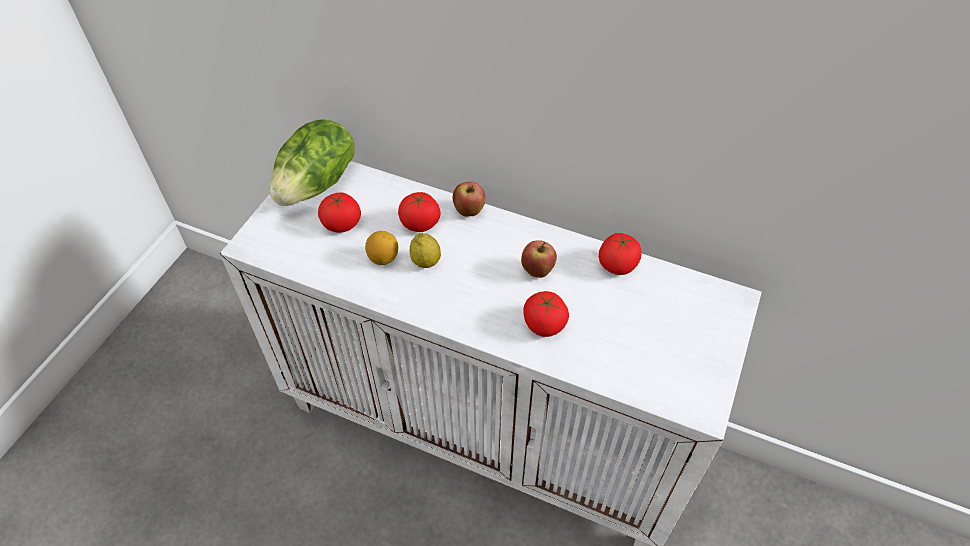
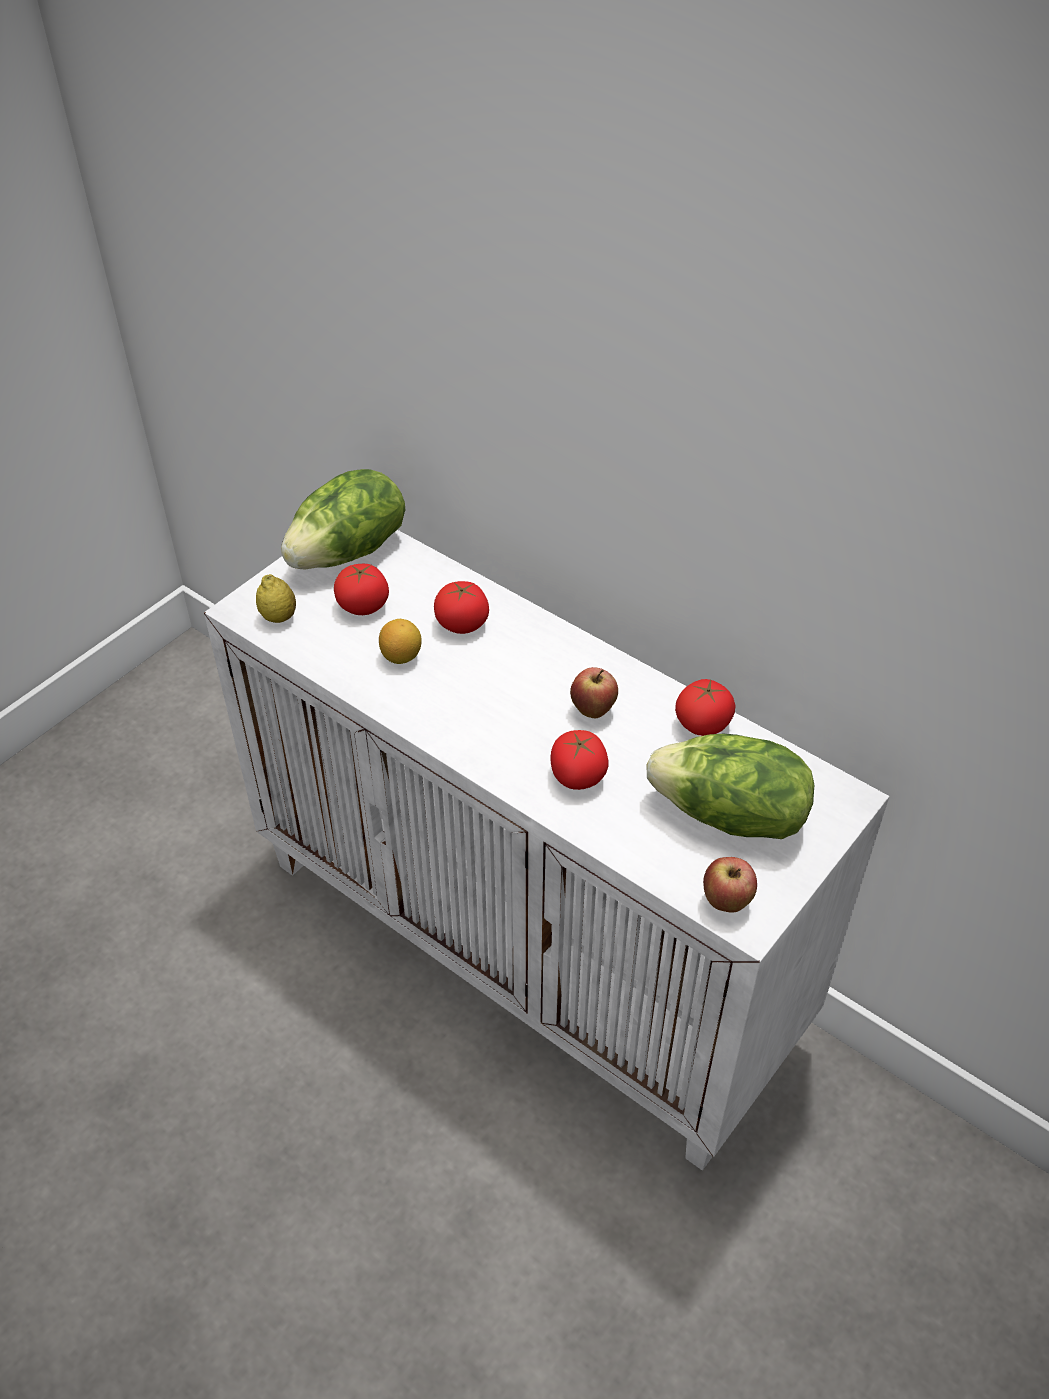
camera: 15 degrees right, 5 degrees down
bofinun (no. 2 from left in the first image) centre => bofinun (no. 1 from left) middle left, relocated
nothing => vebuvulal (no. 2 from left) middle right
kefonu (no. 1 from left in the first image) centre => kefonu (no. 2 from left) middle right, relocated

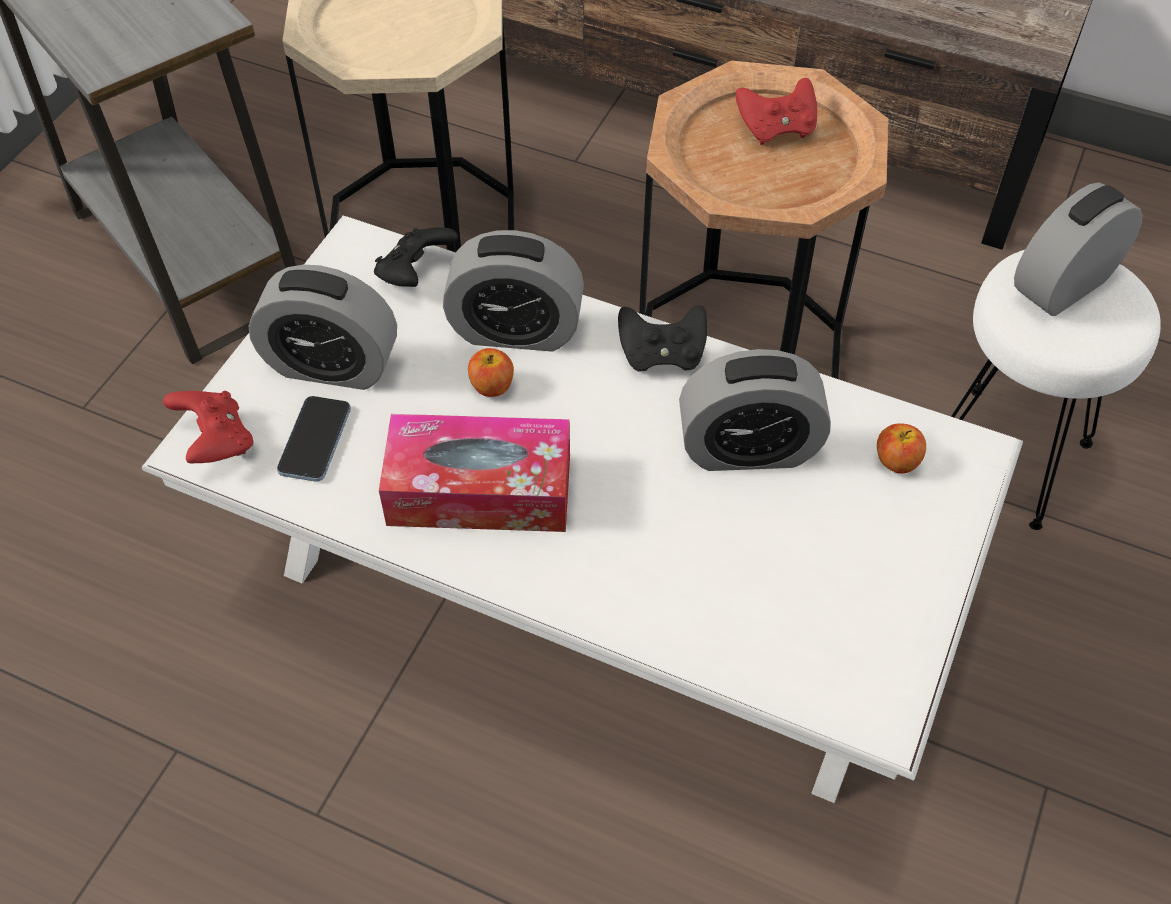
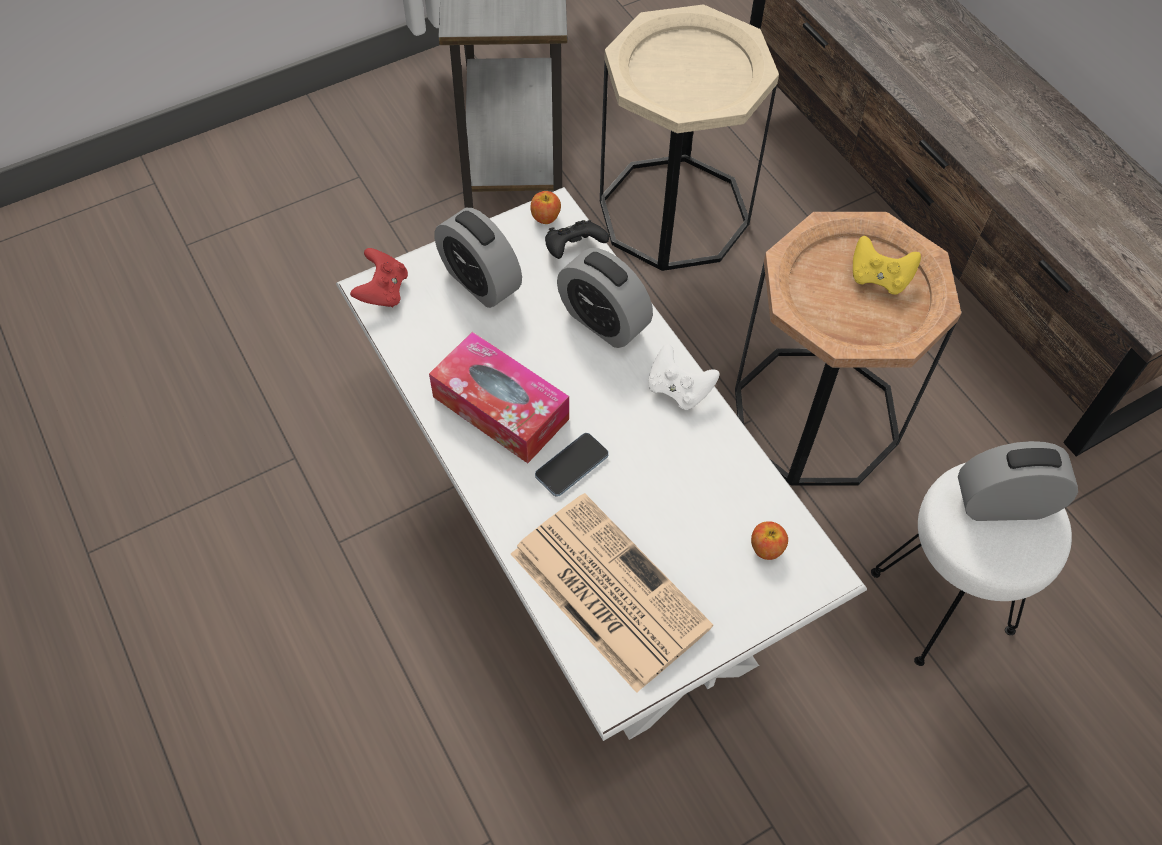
camera: 35 degrees right, 5 degrees up
nothing => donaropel bottom centre
kefonu (no. 1 from left) centre => kefonu (no. 1 from left) top centre, relocated
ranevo middle left => ranevo centre, relocated
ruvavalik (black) (no. 2 from left) centre => ruvavalik (white) centre
ruvavalik (red) (no. 2 from left) top centre => ruvavalik (yellow) top right
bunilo (no. 3 from left) centre => nothing

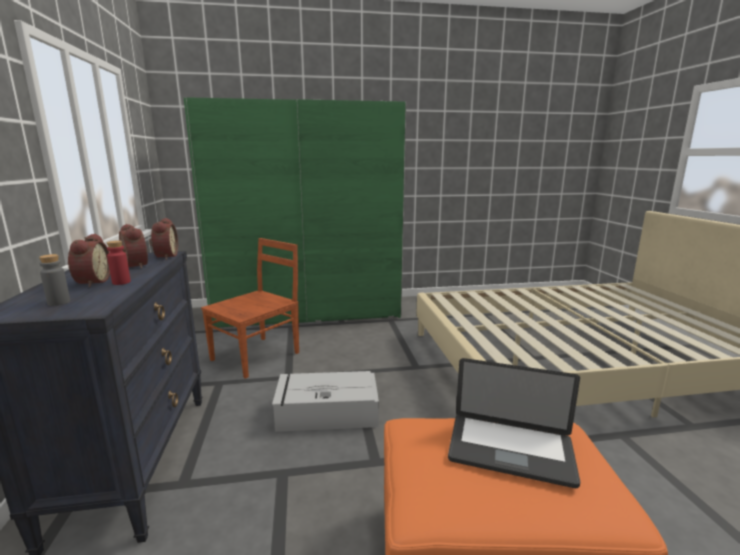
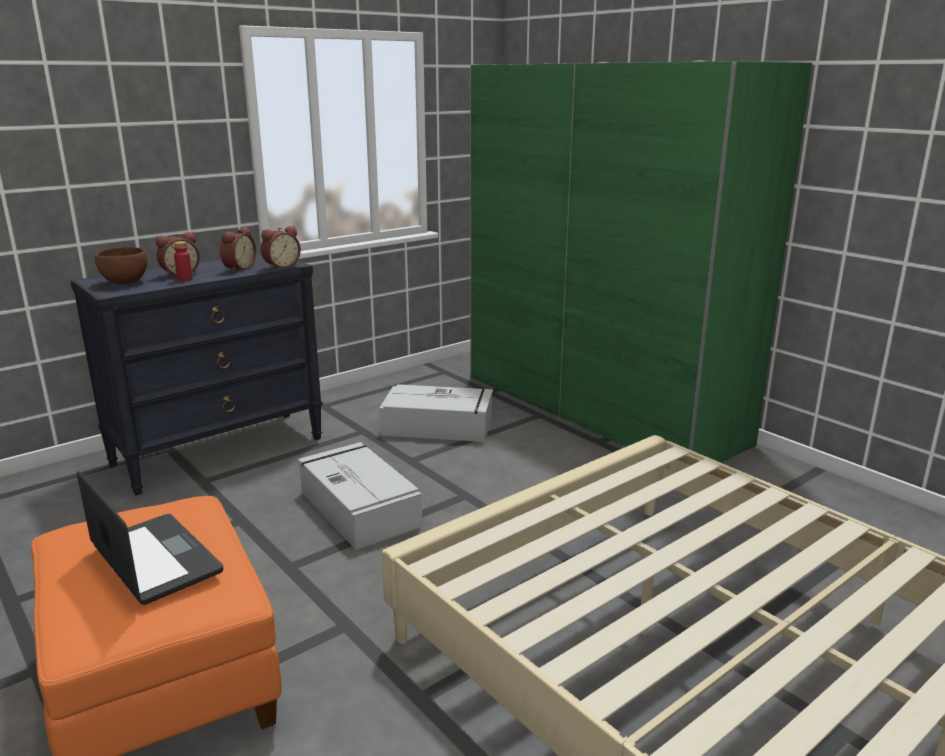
camera: 60 degrees right, 5 degrees up
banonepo bottom right => banonepo bottom left, 150 degrees clockwise
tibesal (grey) middle left => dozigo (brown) middle left
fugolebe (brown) centre => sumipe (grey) (no. 2 from left) centre

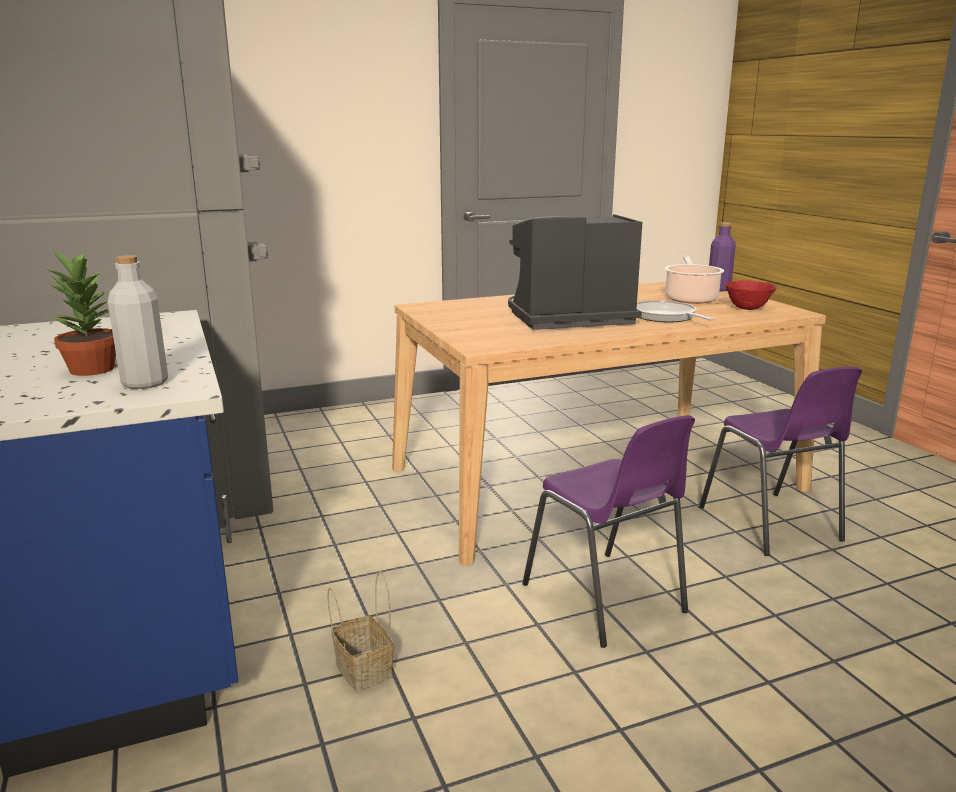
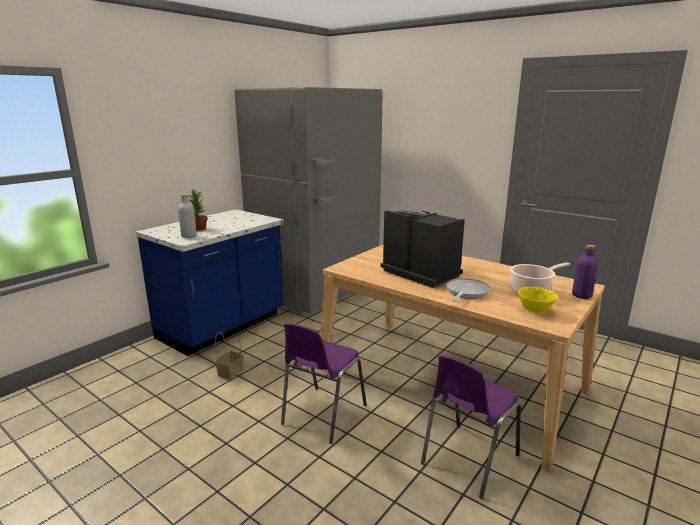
camera: 60 degrees right, 0 degrees up
dozigo (red) middle right => dozigo (yellow) middle right

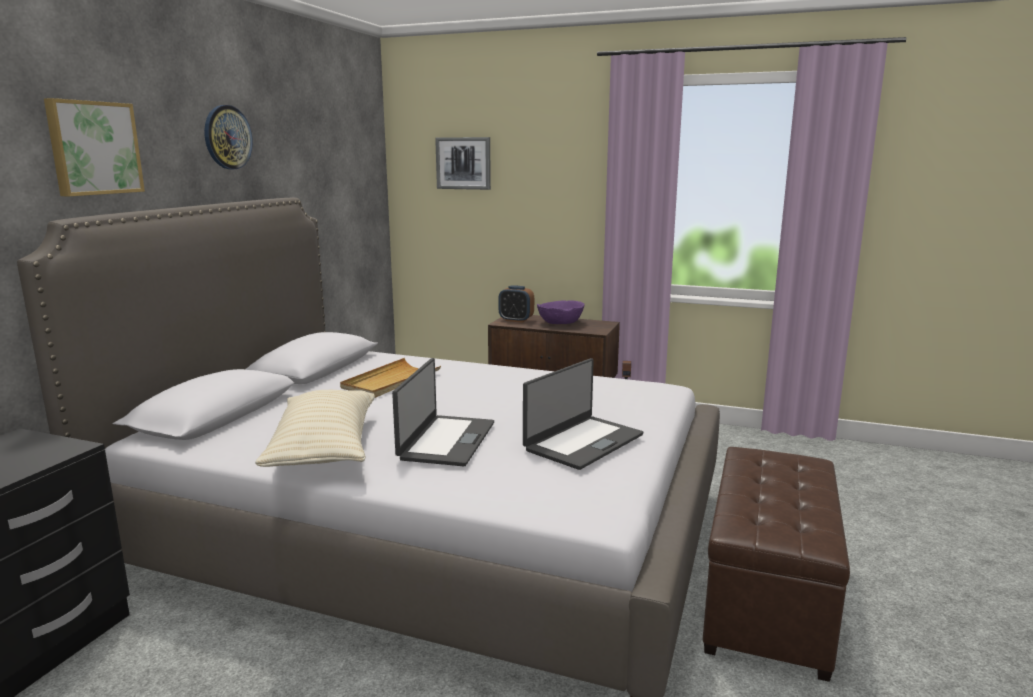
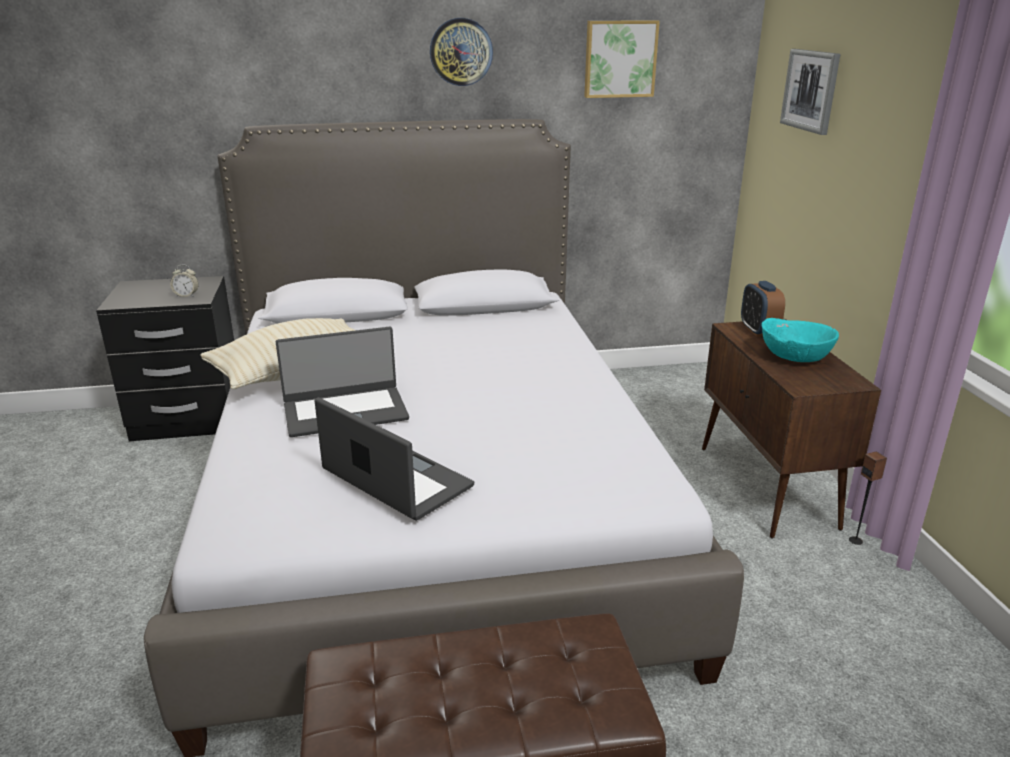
camera: 60 degrees right, 10 degrees up
nothing => bunilo (no. 1 from left) middle left
banonepo (no. 2 from left) centre, 150 degrees counterclockwise
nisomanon (no. 1 from left) top left => nisomanon (no. 1 from left) top centre, relocated
dozigo (purple) centre => dozigo (turquoise) middle right
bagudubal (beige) centre => nothing

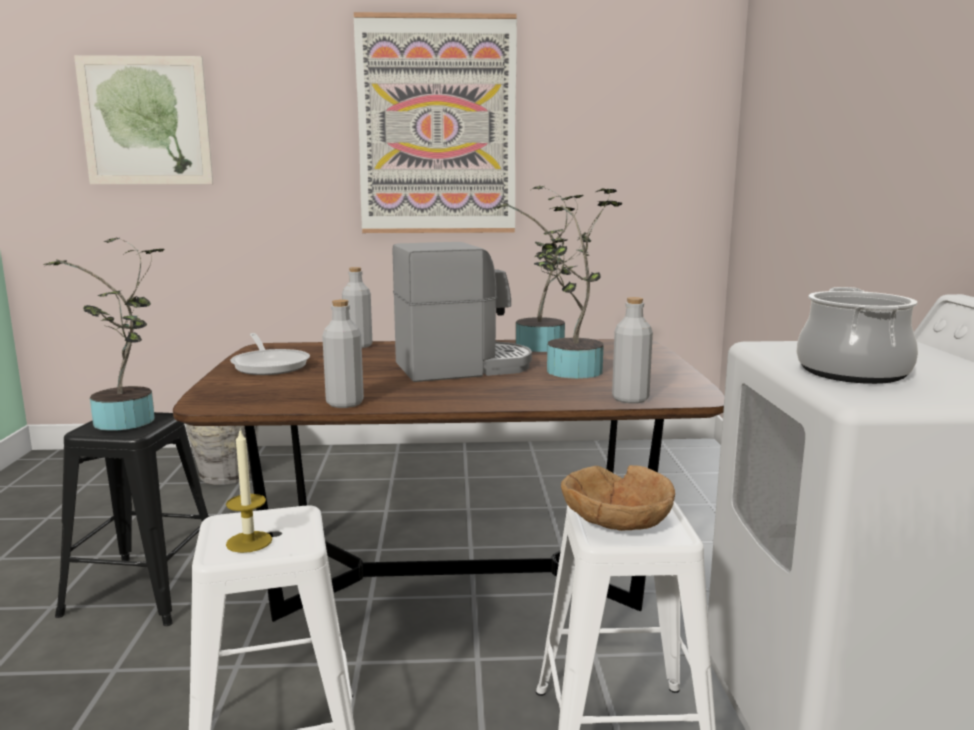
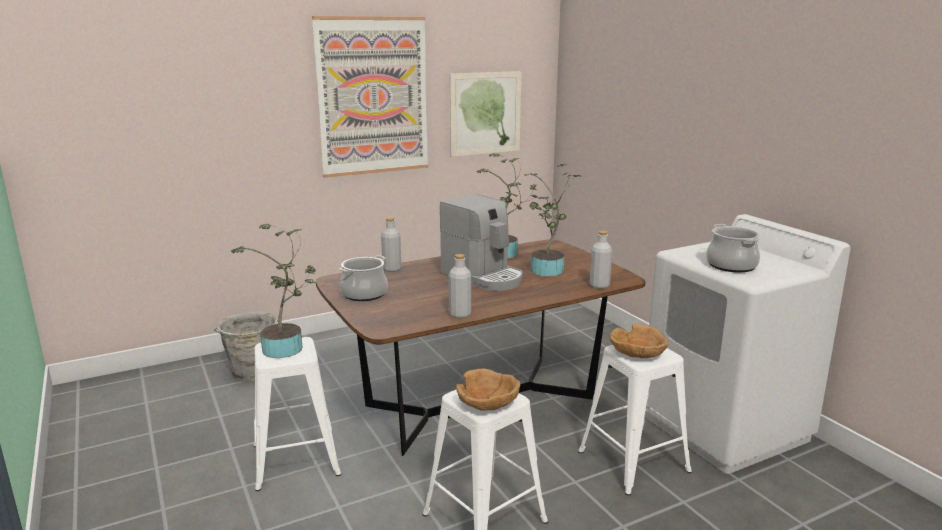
camera: 25 degrees left, 5 degrees up
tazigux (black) bottom left => tazigux (white) (no. 1 from left) bottom left
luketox middle left => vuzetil (no. 1 from left) centre
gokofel centre, 90 degrees clockwise
nisomanon (no. 1 from left in the first image) top left => nisomanon (no. 2 from left) top centre, relocated
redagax bottom left => dozigo (brown) (no. 1 from left) bottom centre

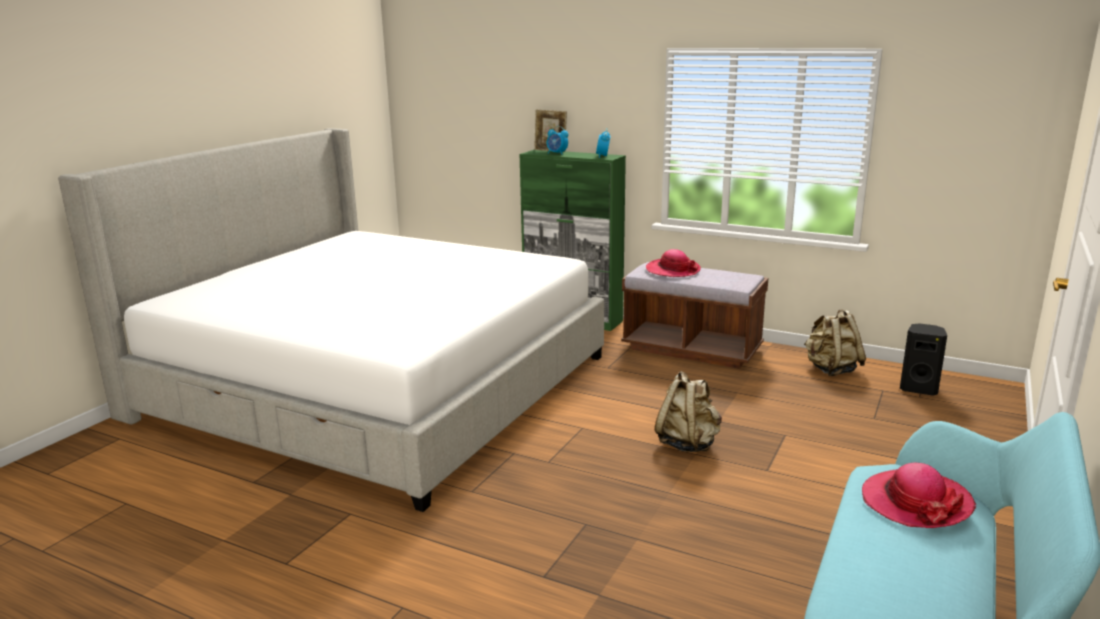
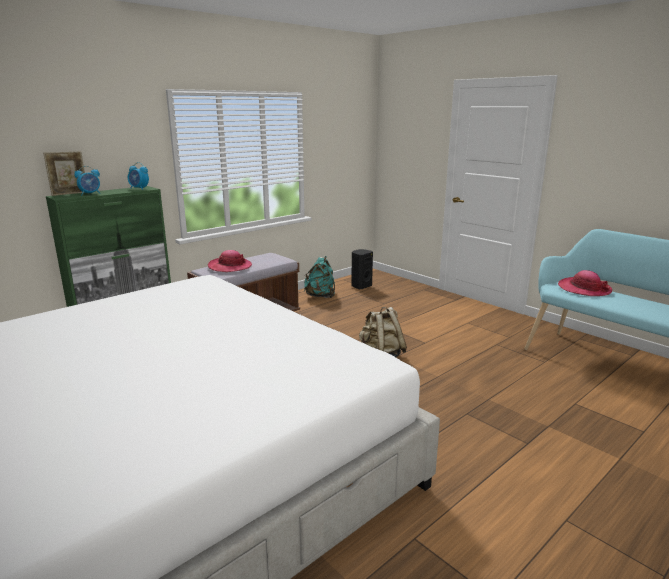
camera: 70 degrees left, 0 degrees up
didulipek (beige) (no. 2 from left) middle right => didulipek (turquoise) centre

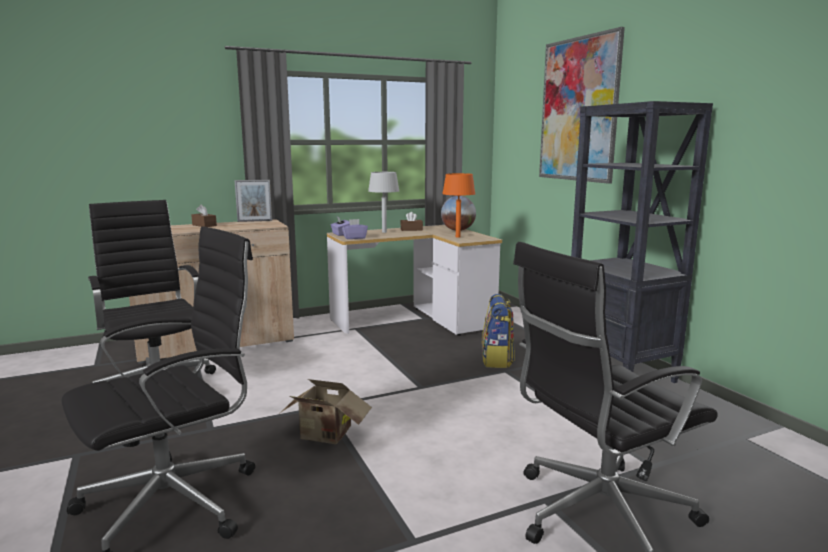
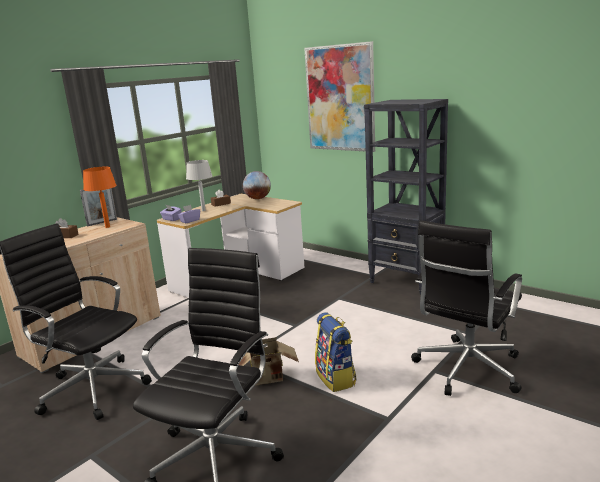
camera: 25 degrees left, 5 degrees up
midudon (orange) centre => midudon (orange) middle left, relocated
didulipek centre => didulipek bottom centre, relocated

